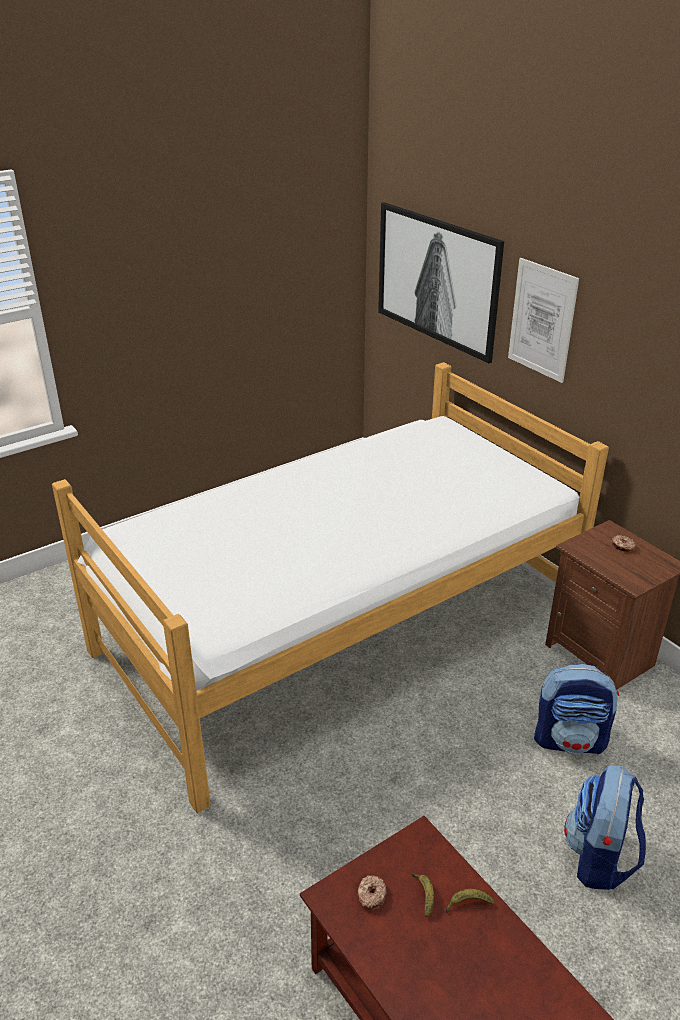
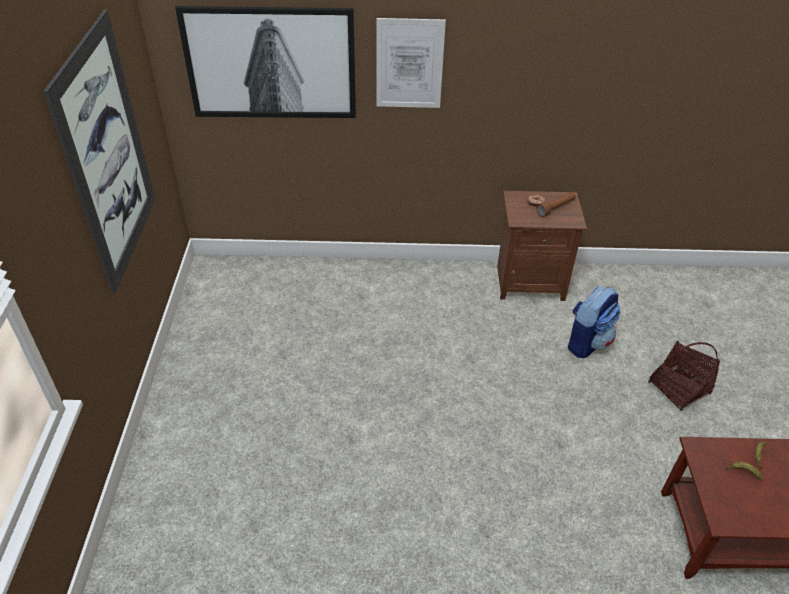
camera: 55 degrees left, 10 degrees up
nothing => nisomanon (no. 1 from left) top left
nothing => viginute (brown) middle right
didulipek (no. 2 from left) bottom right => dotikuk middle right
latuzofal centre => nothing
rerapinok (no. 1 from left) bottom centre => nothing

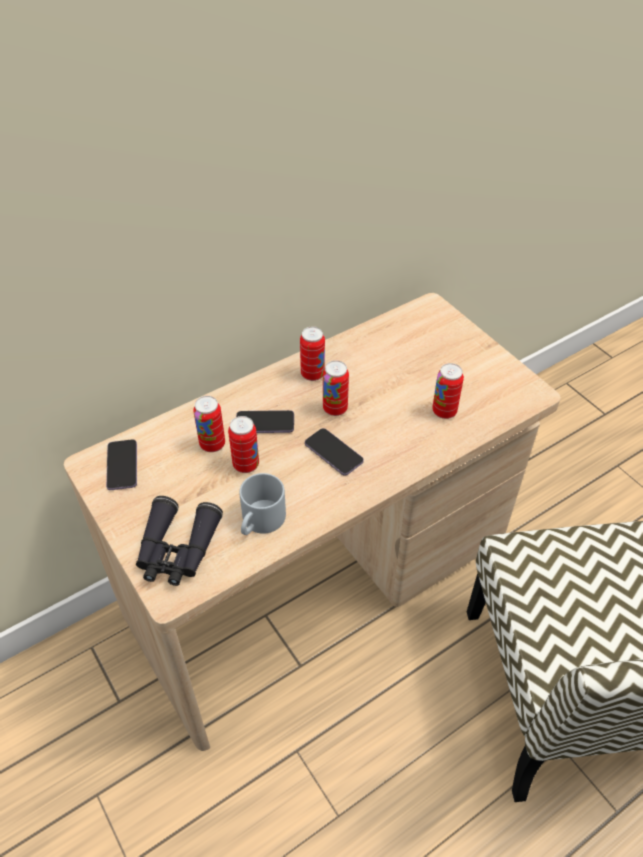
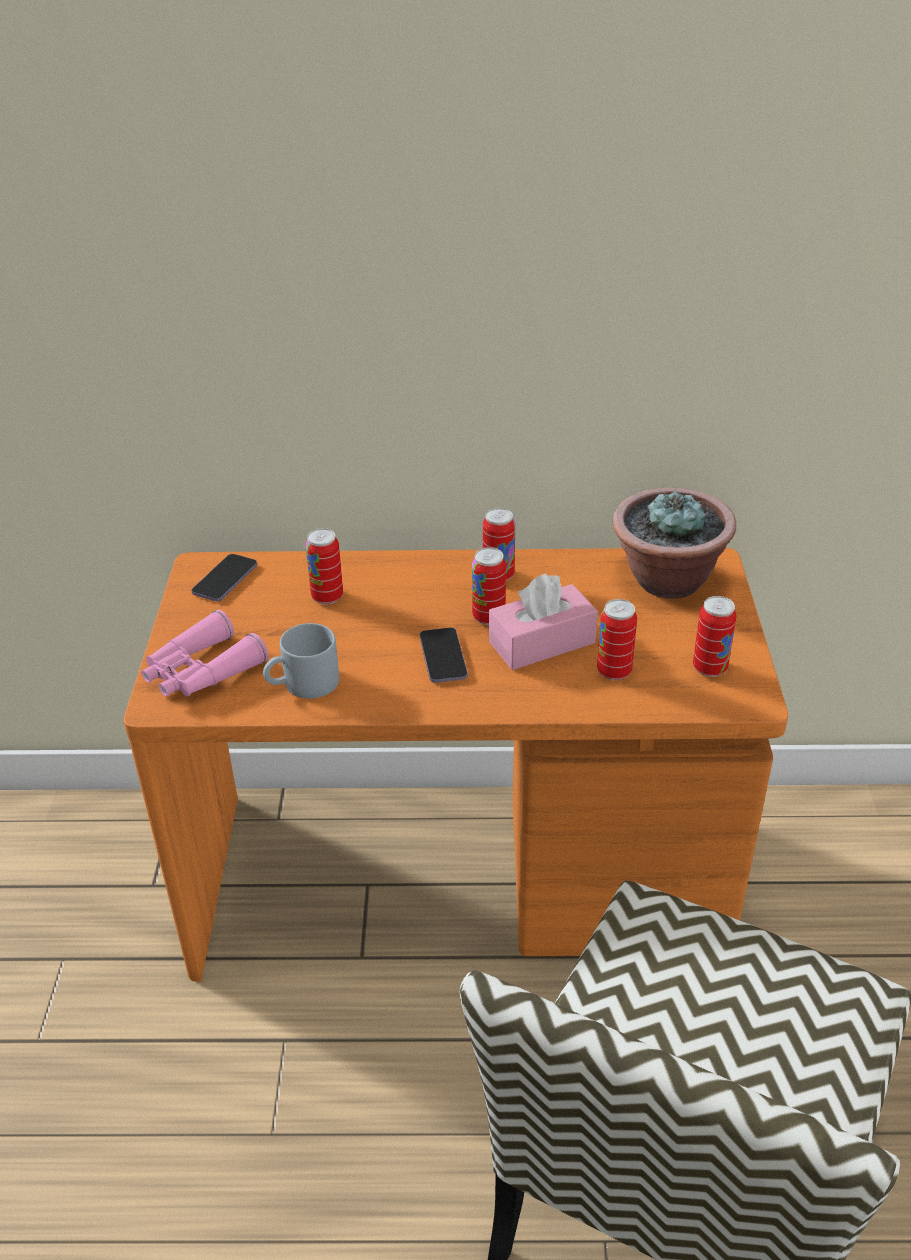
camera: 35 degrees right, 10 degrees down
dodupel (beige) centre => dodupel (orange) centre
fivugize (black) middle left => fivugize (pink) middle left
nothing => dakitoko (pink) centre
nothing => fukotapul middle right
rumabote (no. 2 from left in the first image) centre => rumabote (no. 5 from left) middle right, relocated
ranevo (no. 2 from left) centre => nothing

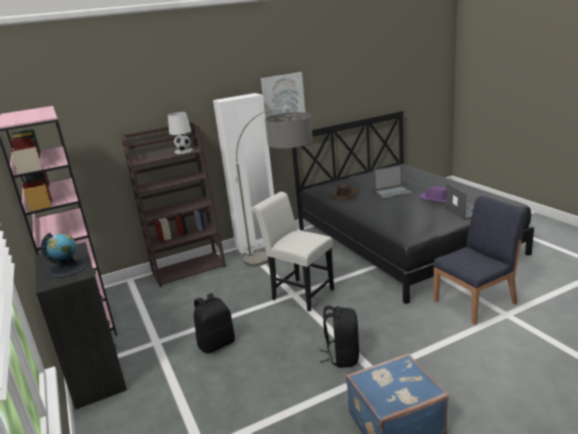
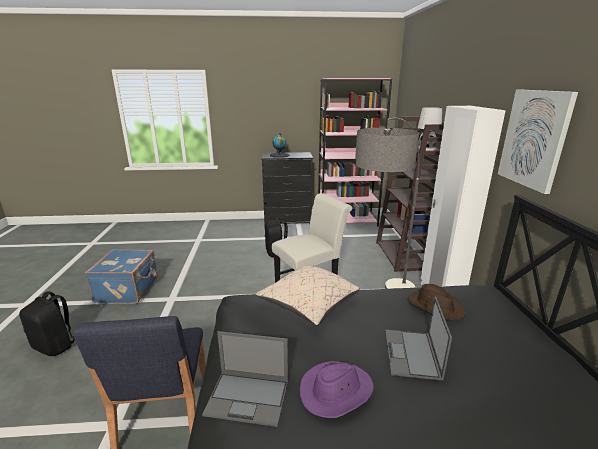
camera: 110 degrees right, 0 degrees up
didulipek (black) (no. 2 from left in the first image) bottom centre => didulipek (black) (no. 1 from left) bottom left, relocated
nothing => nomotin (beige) centre

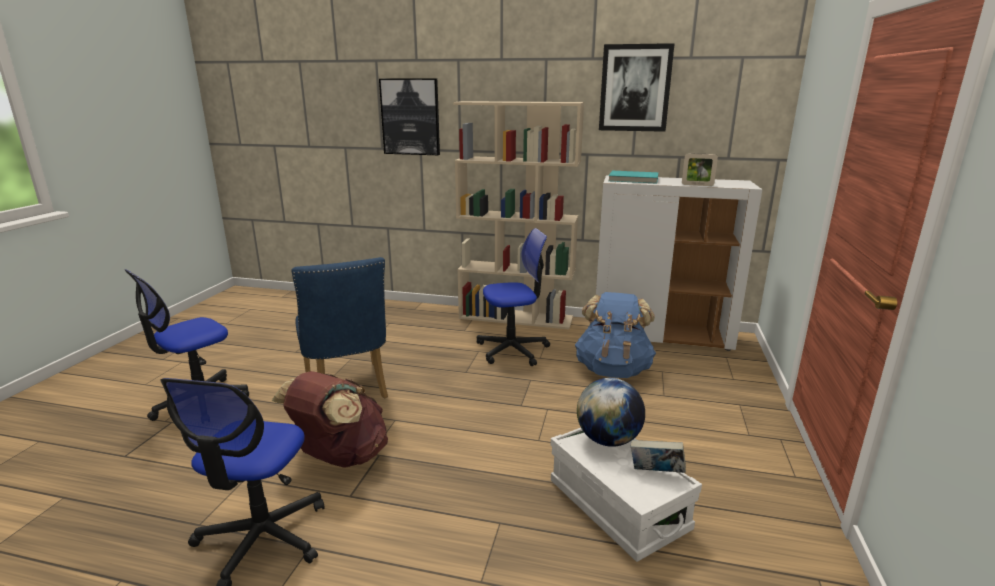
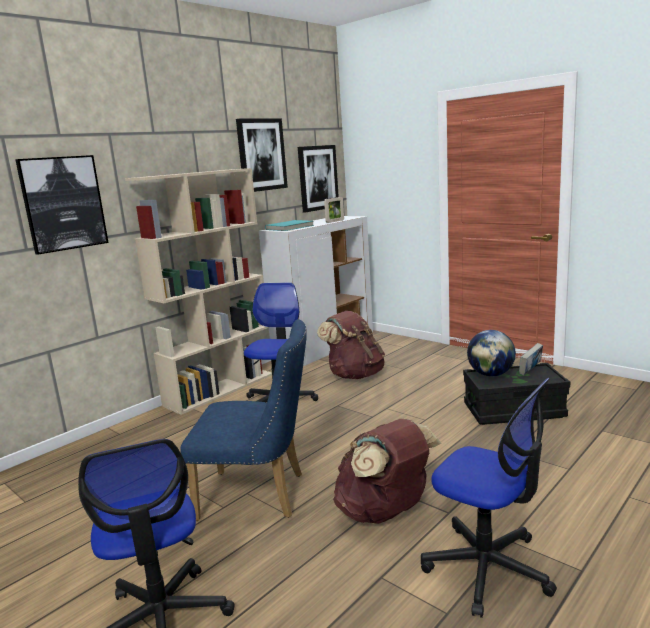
camera: 60 degrees left, 5 degrees down
nothing => nisomanon (no. 3 from left) top centre
didulipek (blue) centre => didulipek (brown) (no. 1 from left) centre
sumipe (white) bottom centre => sumipe (black) middle right

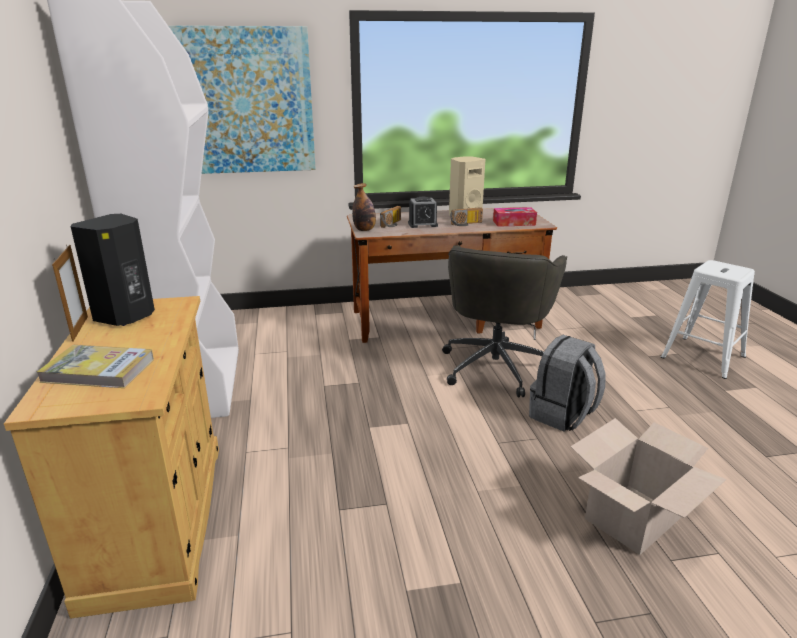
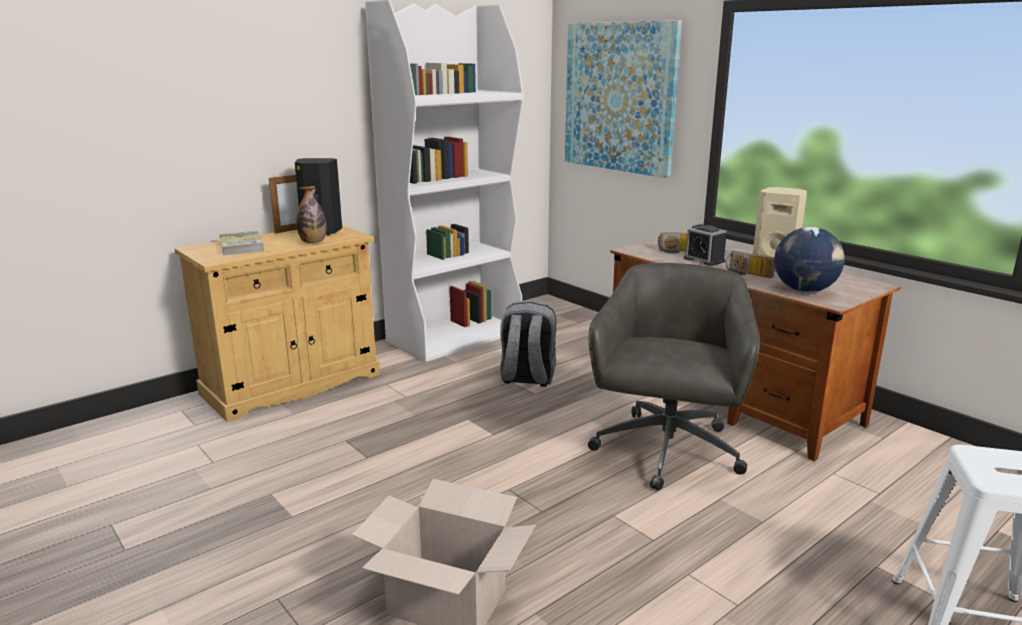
camera: 60 degrees right, 5 degrees down
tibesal top centre => tibesal middle left, relocated
didulipek (grey) middle right => didulipek (grey) centre, relocated
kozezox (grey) centre, 120 degrees clockwise
dakitoko centre => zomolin middle right

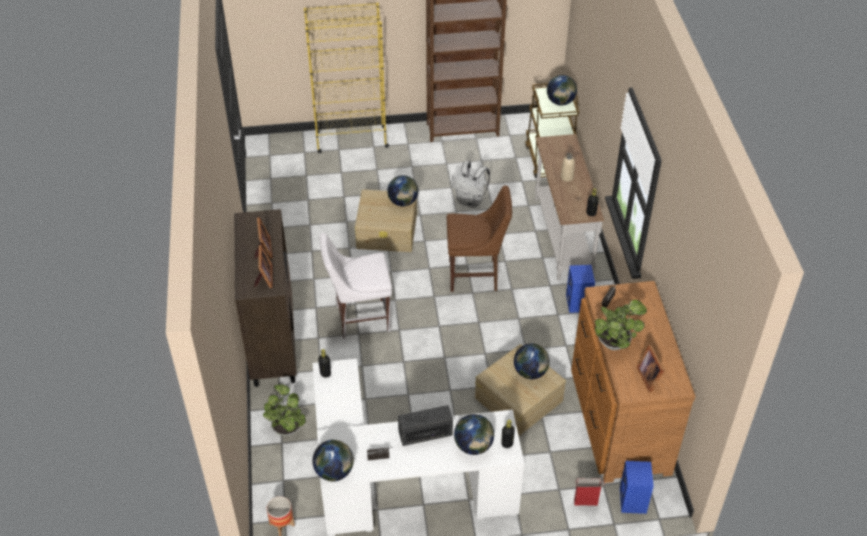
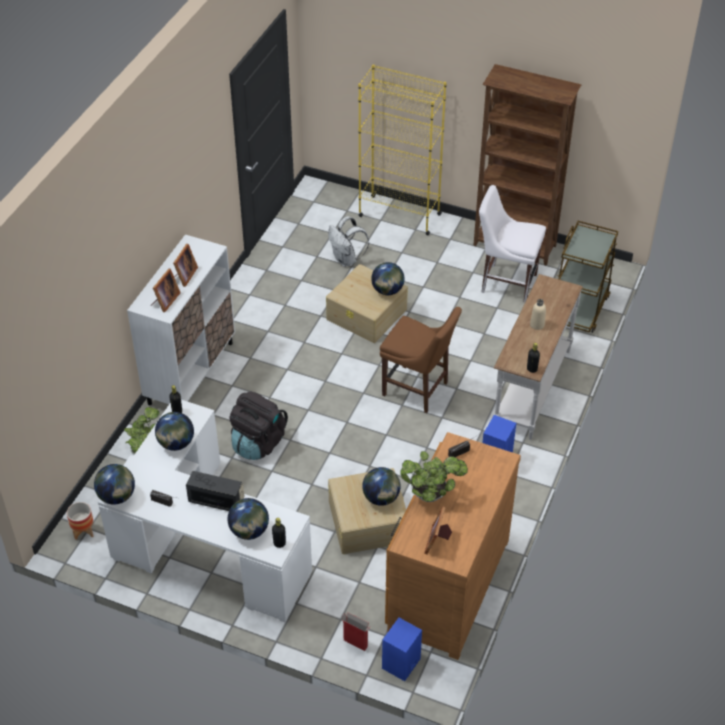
camera: 30 degrees right, 0 degrees up
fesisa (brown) middle left => fesisa (white) middle left
zomolin (no. 5 from left in the first image) top centre => zomolin (no. 2 from left) middle left, relocated
nothing => didulipek (black) centre
didulipek (white) centre => didulipek (white) top centre, relocated
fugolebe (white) centre => fugolebe (white) middle right, relocated

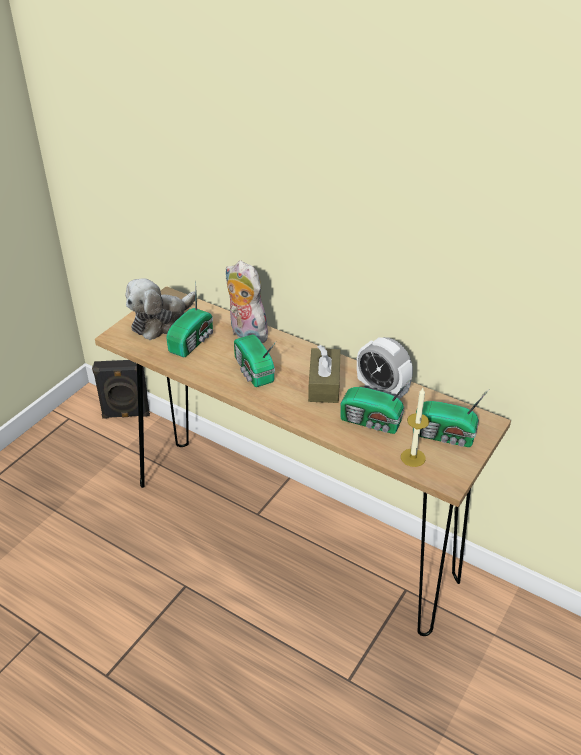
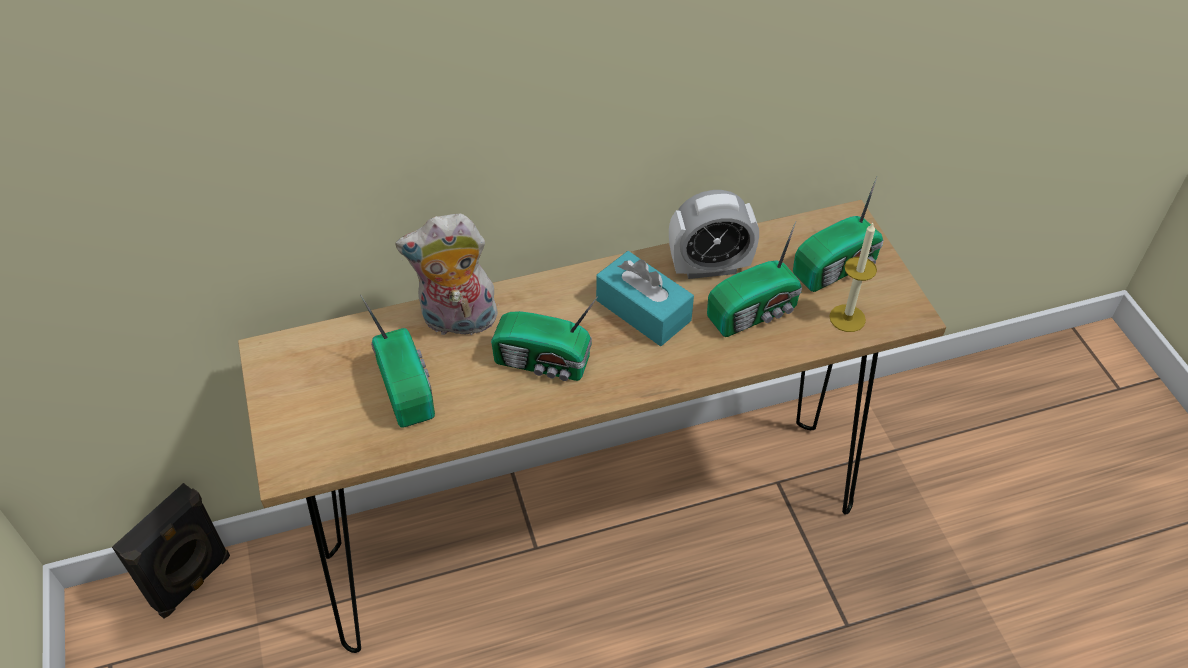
camera: 50 degrees left, 10 degrees up
dakitoko (brown) centre => dakitoko (turquoise) centre
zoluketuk (no. 1 from left) middle left => nothing

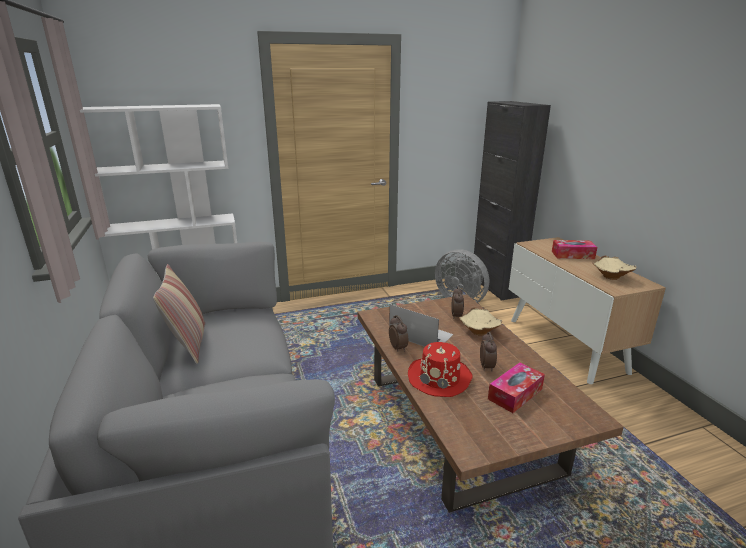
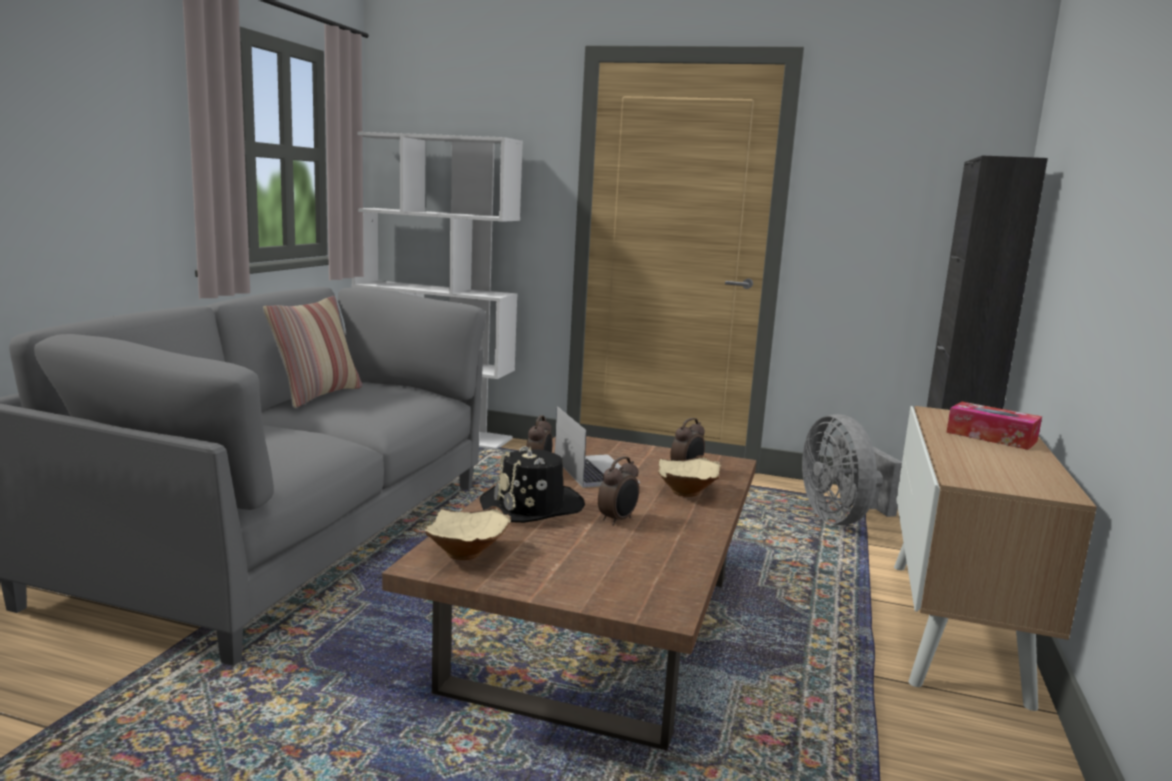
camera: 35 degrees right, 10 degrees down
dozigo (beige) (no. 2 from left in the first image) middle right => dozigo (beige) (no. 1 from left) bottom centre, relocated
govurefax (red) bottom centre => govurefax (black) centre
dakitoko (no. 1 from left) bottom right => nothing

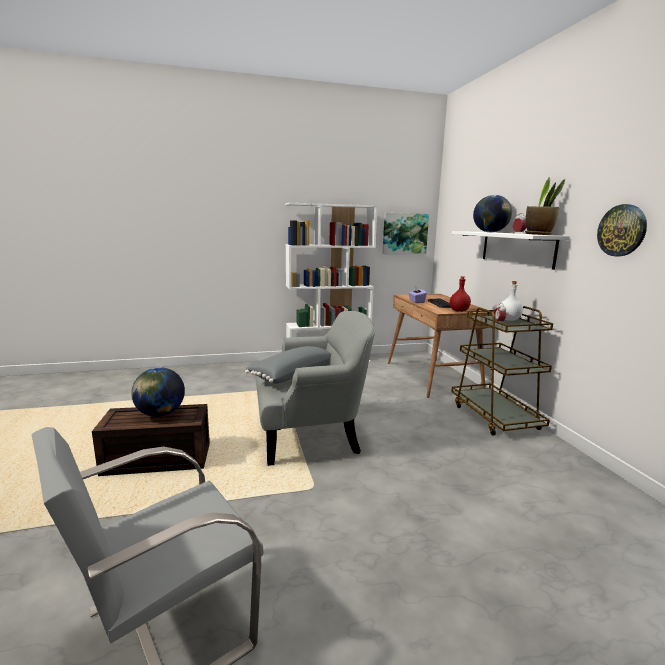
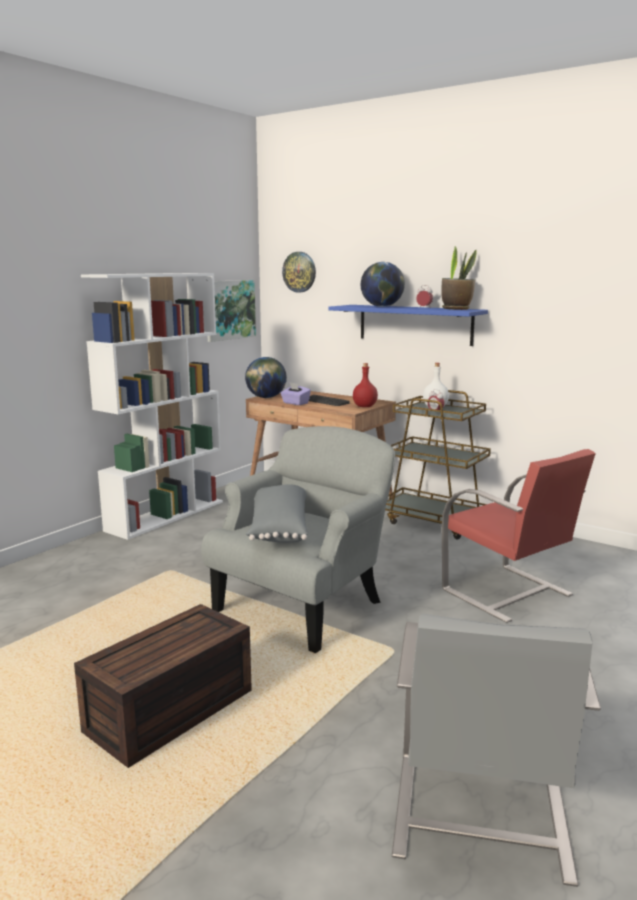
camera: 40 degrees left, 0 degrees up
zomolin (no. 1 from left) middle left => zomolin (no. 1 from left) centre, relocated
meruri middle right => meruri top centre, relocated
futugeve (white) middle right => futugeve (blue) centre
nothing => fugolebe (red) middle right

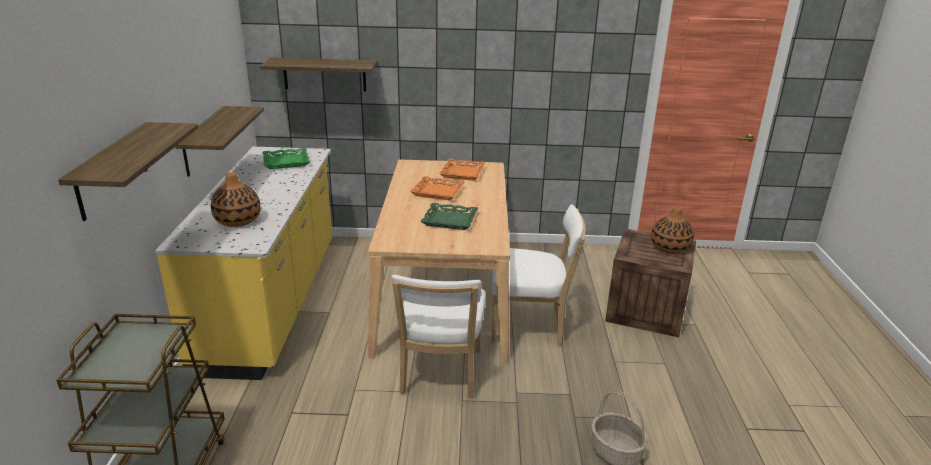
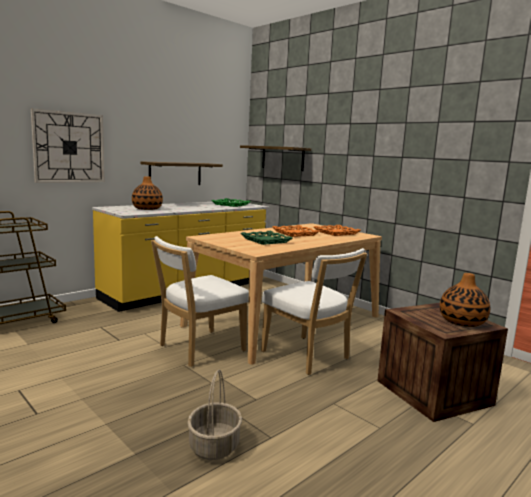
camera: 45 degrees right, 15 degrees down
futugeve (no. 1 from left) middle left => meruri top left

